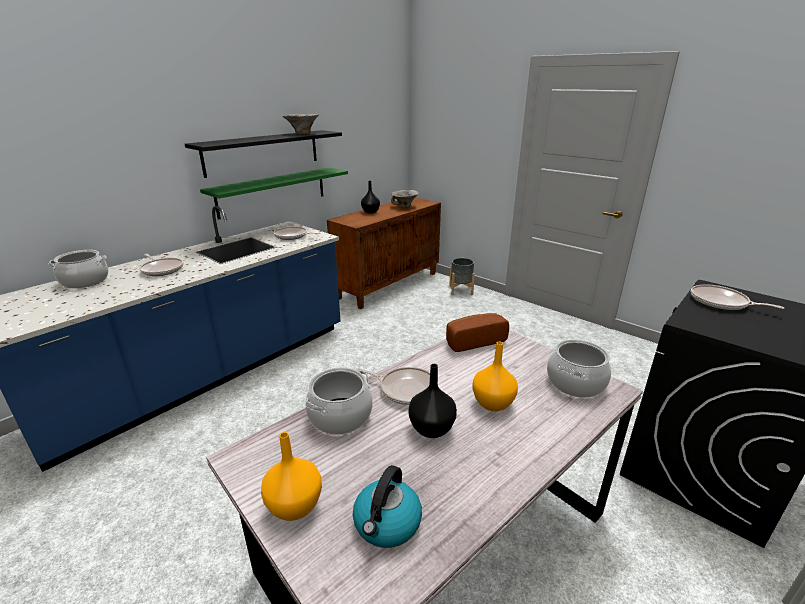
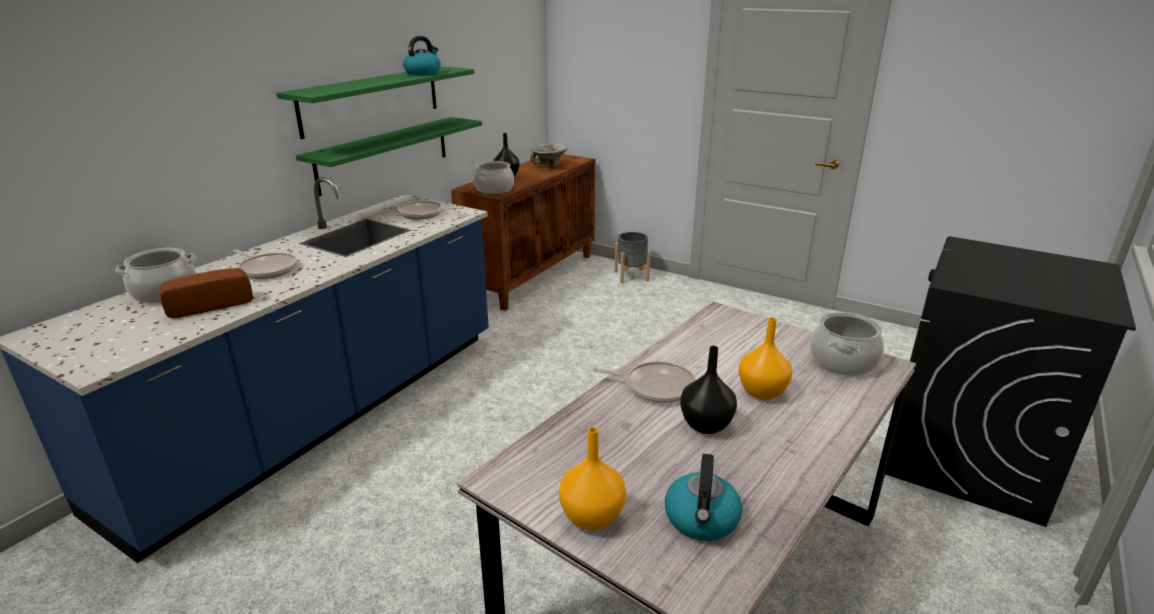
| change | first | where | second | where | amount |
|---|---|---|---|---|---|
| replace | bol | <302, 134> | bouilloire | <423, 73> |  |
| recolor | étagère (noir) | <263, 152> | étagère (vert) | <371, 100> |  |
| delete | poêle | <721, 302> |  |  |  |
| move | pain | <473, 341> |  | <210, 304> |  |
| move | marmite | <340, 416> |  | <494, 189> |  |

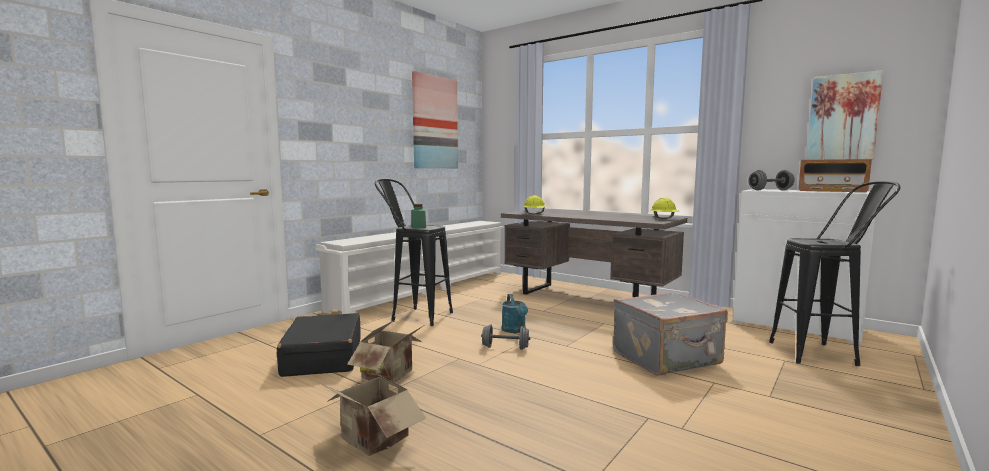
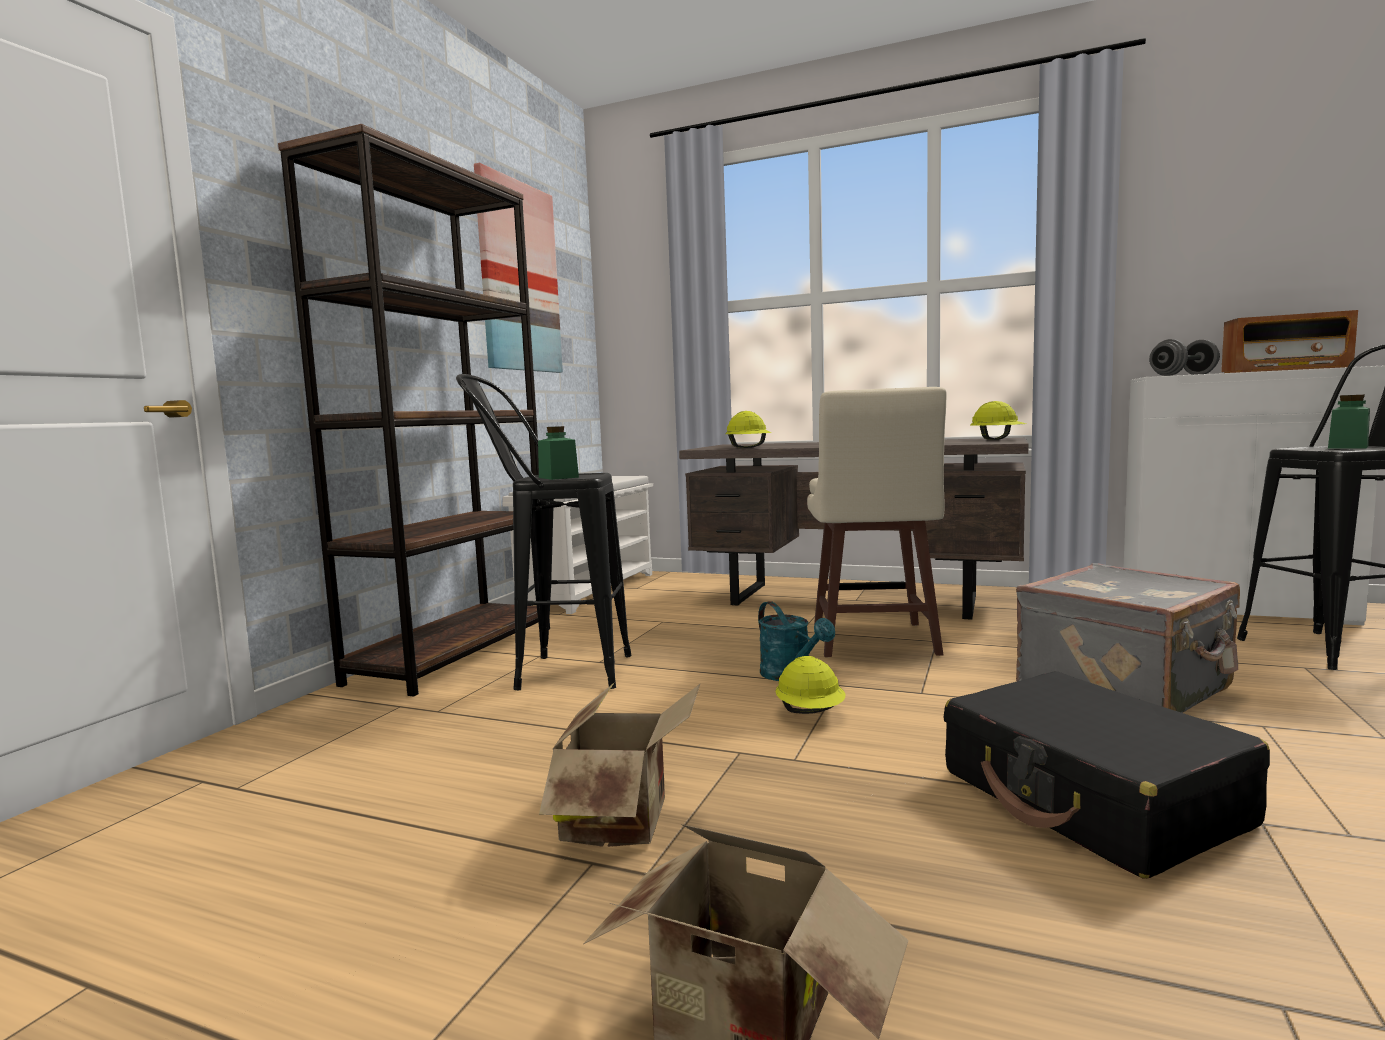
| change | first | where | second | where | amount |
|---|---|---|---|---|---|
| delete | tableau | <843, 117> |  |  |  |
| replace | étagère à chaussures (blanc) | <380, 303> | bibliothèque (marron) | <455, 654> |  |
| move | valise (noir) | <323, 357> |  | <1092, 799> |  |
| replace | haltère (gris) | <505, 347> | casque de chantier (jaune) | <810, 714> |  |
| insert |  |  | tabouret (beige) | <873, 641> |  |
| insert |  |  | bocal (vert) | <1348, 447> |  |

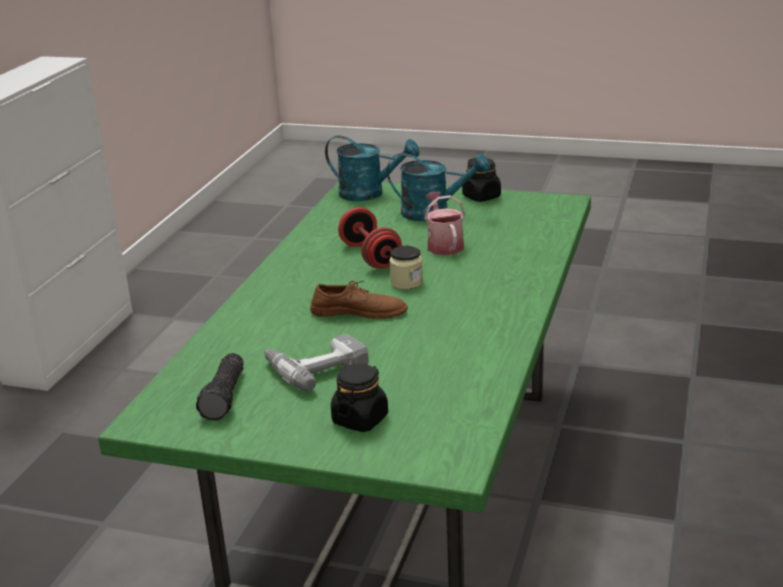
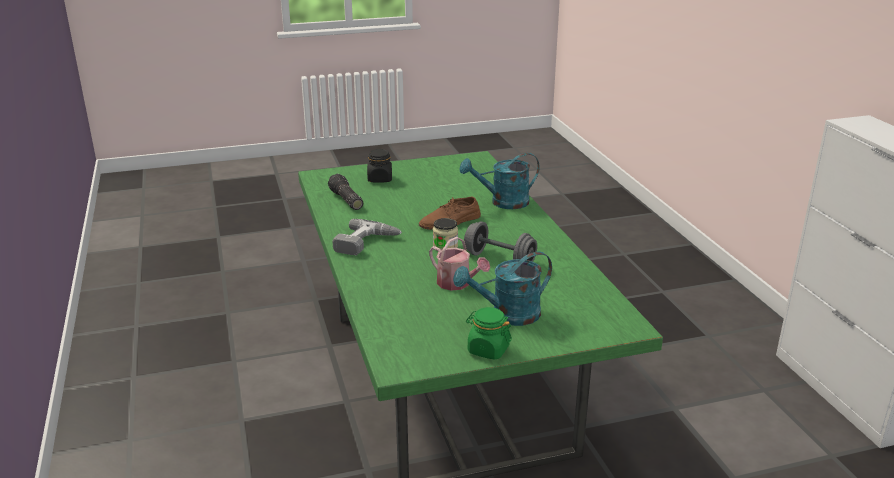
| change | first | where | second | where | amount |
|---|---|---|---|---|---|
| move | arrosoir (turquoise) | <369, 194> |  | <503, 202> |  |
| recolor | bocal (noir) | <481, 197> | bocal (vert) | <488, 350> |  |
| recolor | haltère (rouge) | <370, 256> | haltère (gris) | <499, 259> |  |
| move | perceuse | <315, 367> |  | <367, 243> |  |
| move | lampe de poche | <226, 397> |  | <345, 200> |  |

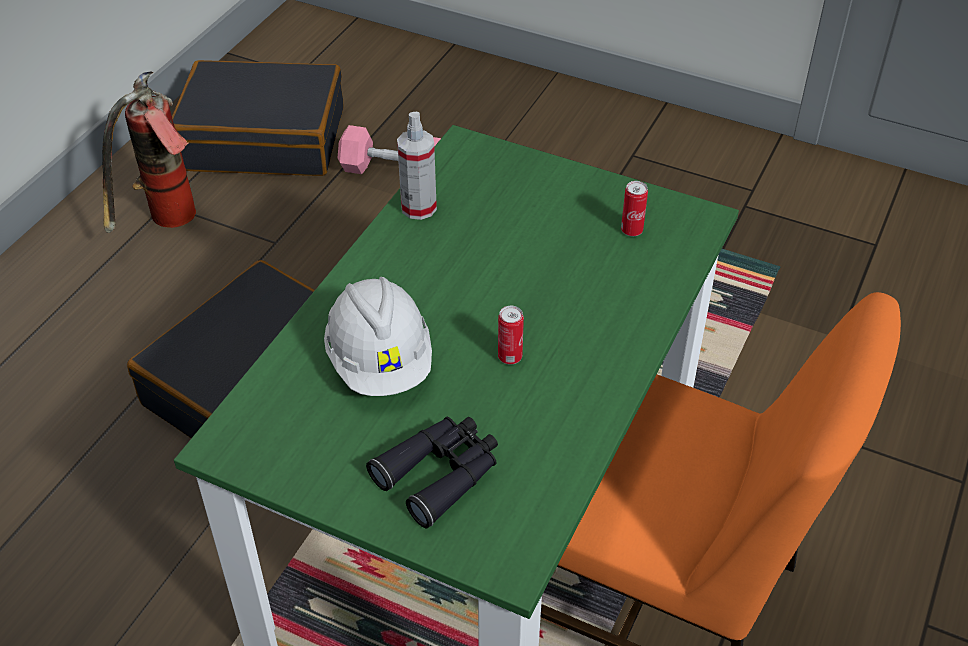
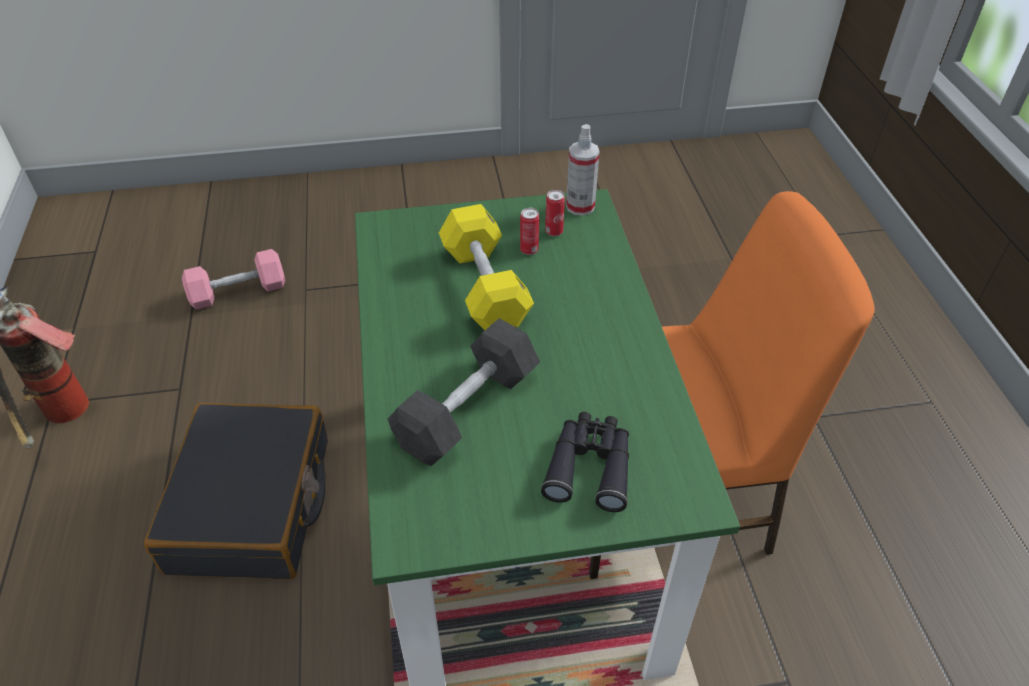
| change | first | where | second | where | amount |
|---|---|---|---|---|---|
| delete | valise (noir) | <263, 138> |  |  |  |
| move | vaporisateur | <418, 208> |  | <580, 206> |  |
| replace | casque de chantier (blanc) | <380, 361> | haltère (noir) | <467, 409> |  |
| move | boîte métallique | <510, 357> |  | <529, 250> |  |
| insert |  |  | haltère (jaune) | <484, 286> |  |

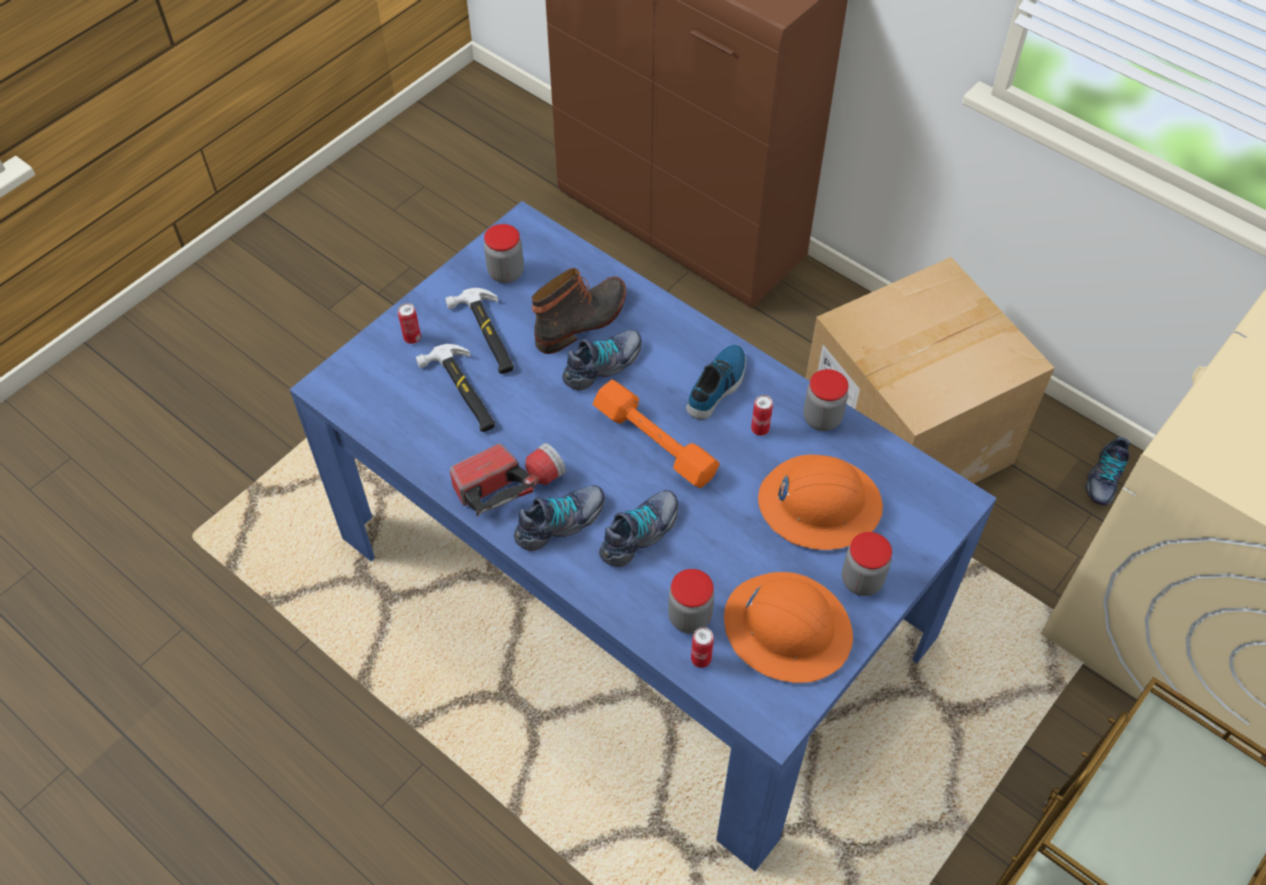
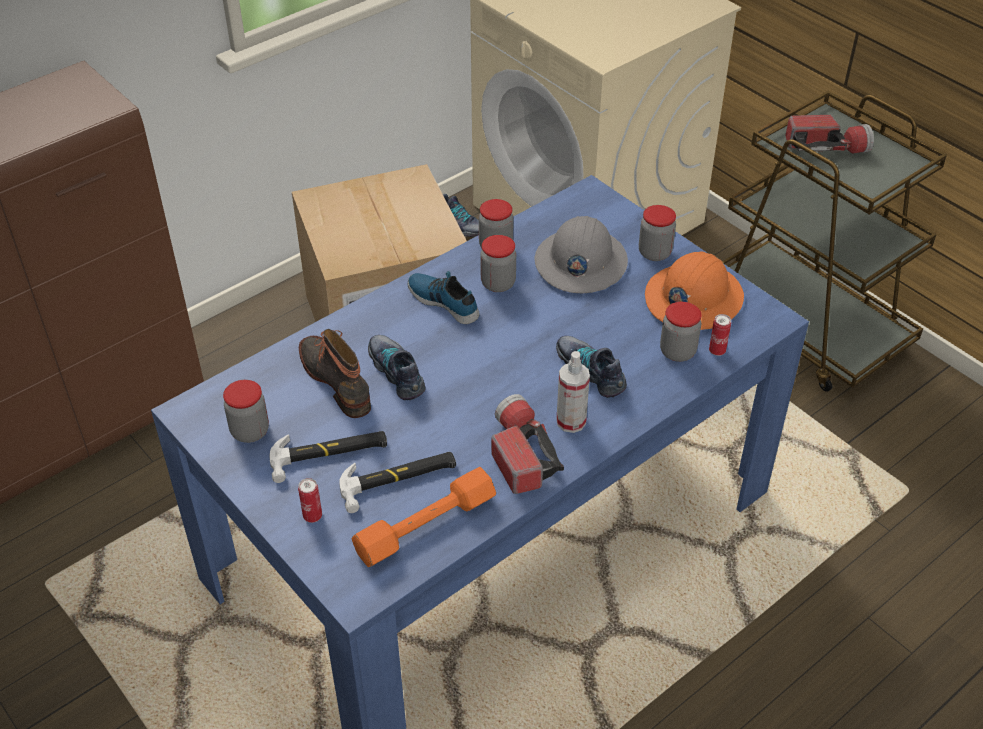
| change | first | where | second | where | amount |
|---|---|---|---|---|---|
| move | haltère (orange) | <655, 441> |  | <425, 525> |  |
| replace | boîte métallique | <760, 429> | bocal | <498, 283> |  |
| recolor | casque de chantier (orange) | <819, 503> | casque de chantier (gris) | <580, 263> |  |
| replace | chaussure | <561, 523> | vaporisateur | <571, 421> |  |
| insert |  |  | lampe de poche | <826, 147> |  |

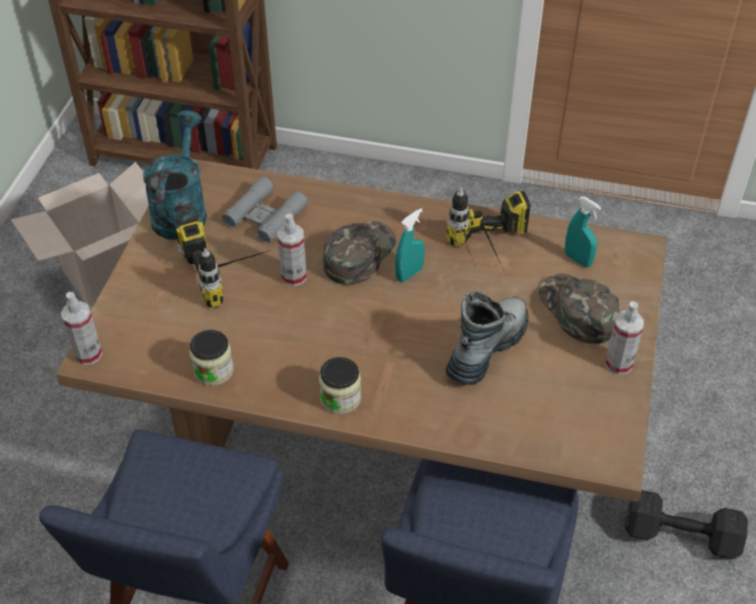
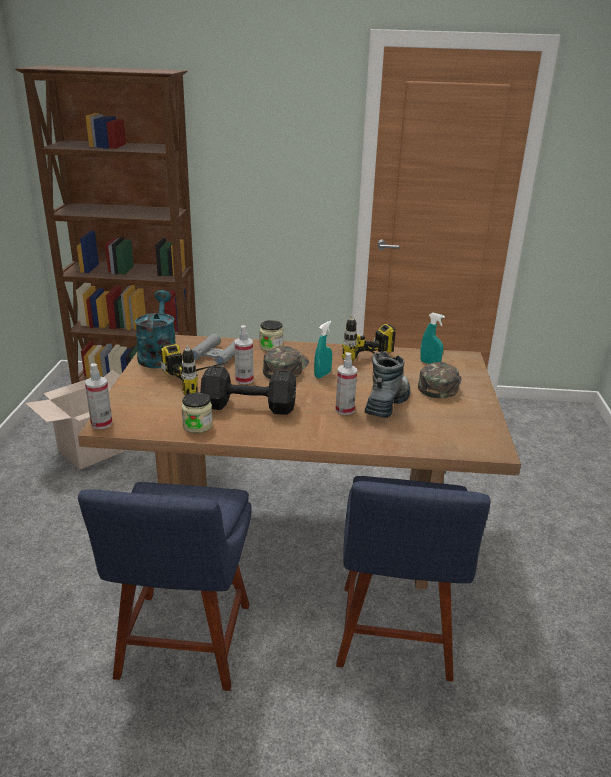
| change | first | where | second | where | amount |
|---|---|---|---|---|---|
| rotate | casquette (vert) | <577, 310> |  | <439, 384> | 60 degrees clockwise |
| move | vaporisateur | <618, 363> |  | <344, 410> |  |
| move | bocal | <340, 398> |  | <271, 347> |  |
| move | haltère (noir) | <678, 534> |  | <247, 406> |  |

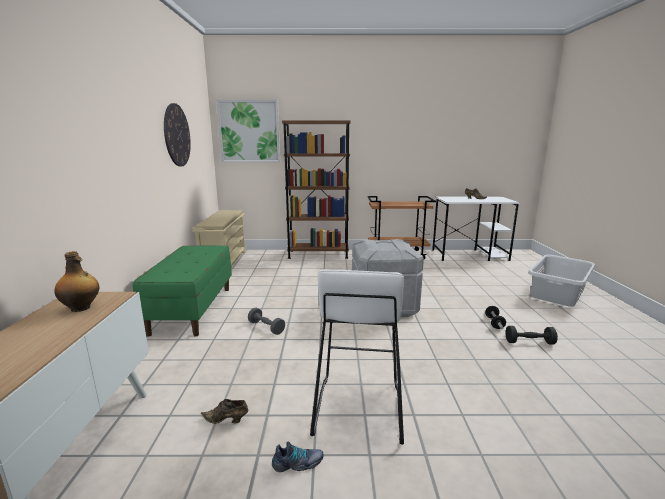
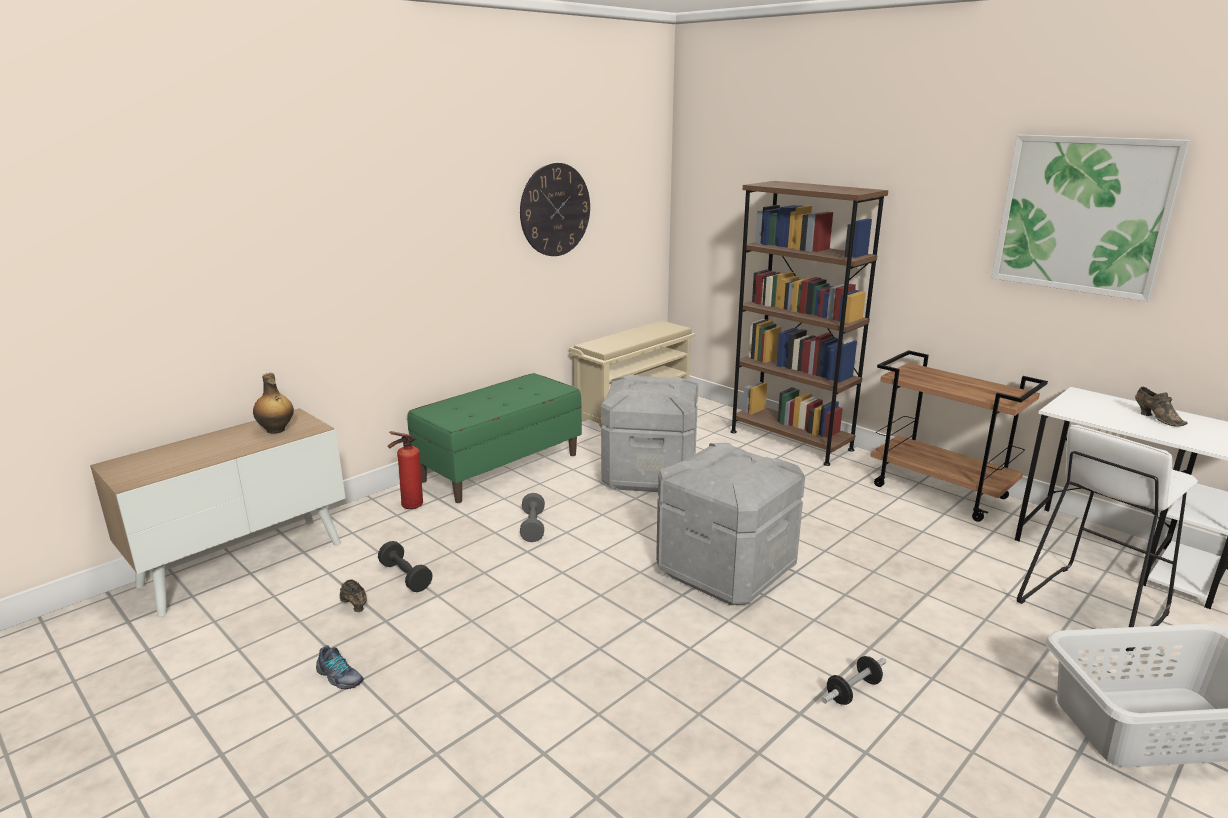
| change | first | where | second | where | amount |
|---|---|---|---|---|---|
| move | tableau | <249, 131> |  | <1082, 215> |  |
| move | tabouret (blanc) | <357, 409> |  | <1091, 608> |  |
| move | haltère (noir) | <529, 342> |  | <405, 577> |  |
| insert |  |  | boîte de rangement (gris) | <650, 474> |  |
| insert |  |  | extincteur | <409, 506> |  |

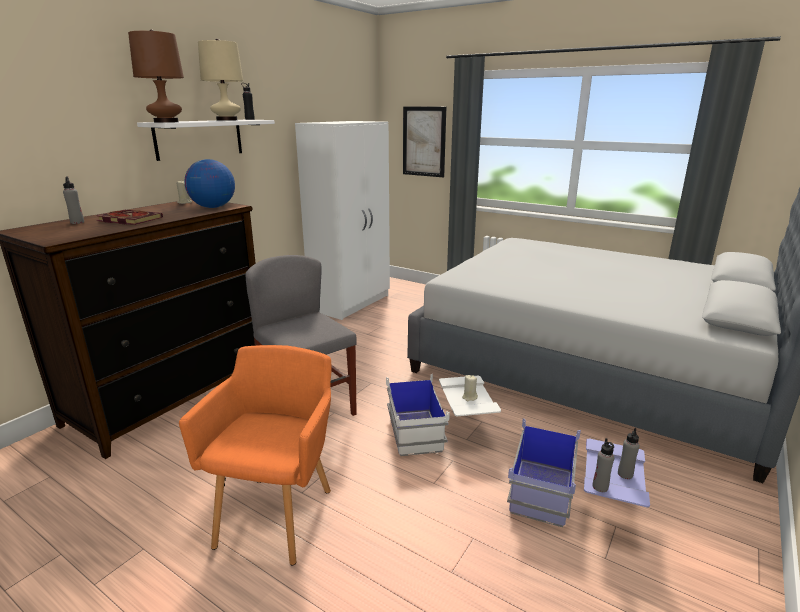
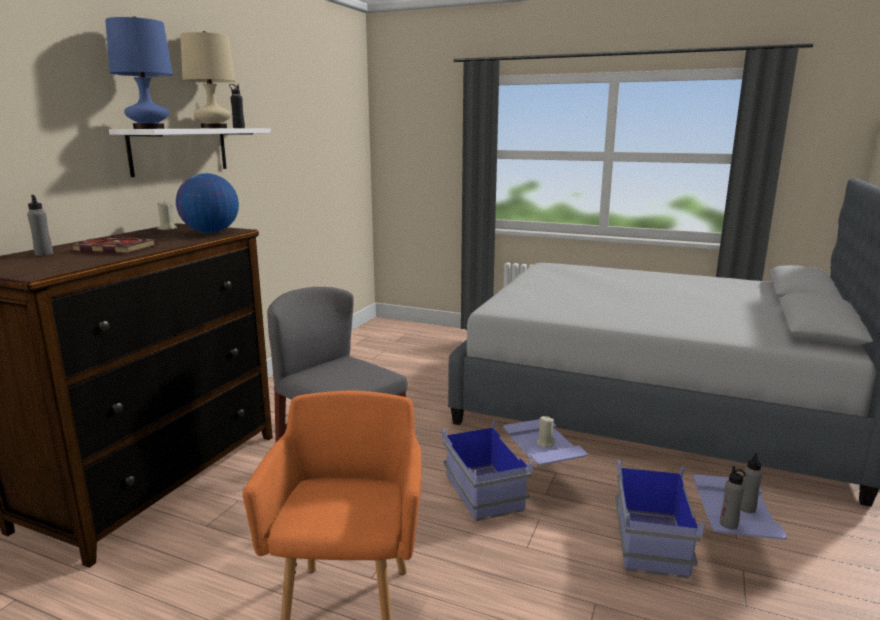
| change | first | where | second | where | amount |
|---|---|---|---|---|---|
| recolor | lampe de table (marron) | <166, 122> | lampe de table (bleu) | <149, 128> |  |
| delete | tableau | <424, 141> |  |  |  |
| delete | armoire (blanc) | <351, 303> |  |  |  |
| recolor | boîte de rangement (blanc) | <440, 431> | boîte de rangement (bleu) | <512, 488> |  |

